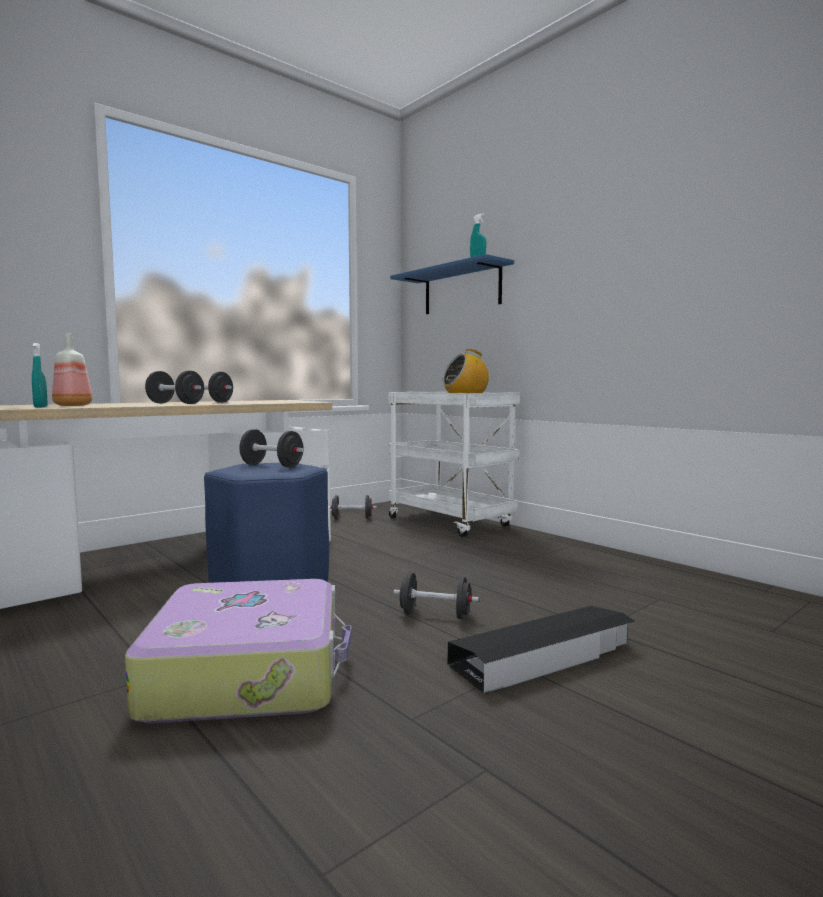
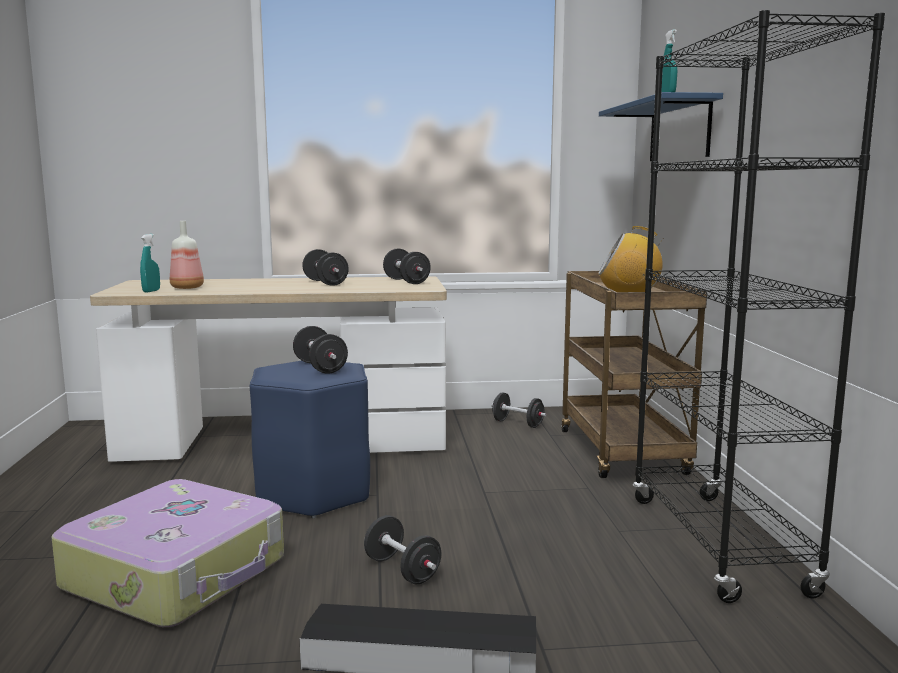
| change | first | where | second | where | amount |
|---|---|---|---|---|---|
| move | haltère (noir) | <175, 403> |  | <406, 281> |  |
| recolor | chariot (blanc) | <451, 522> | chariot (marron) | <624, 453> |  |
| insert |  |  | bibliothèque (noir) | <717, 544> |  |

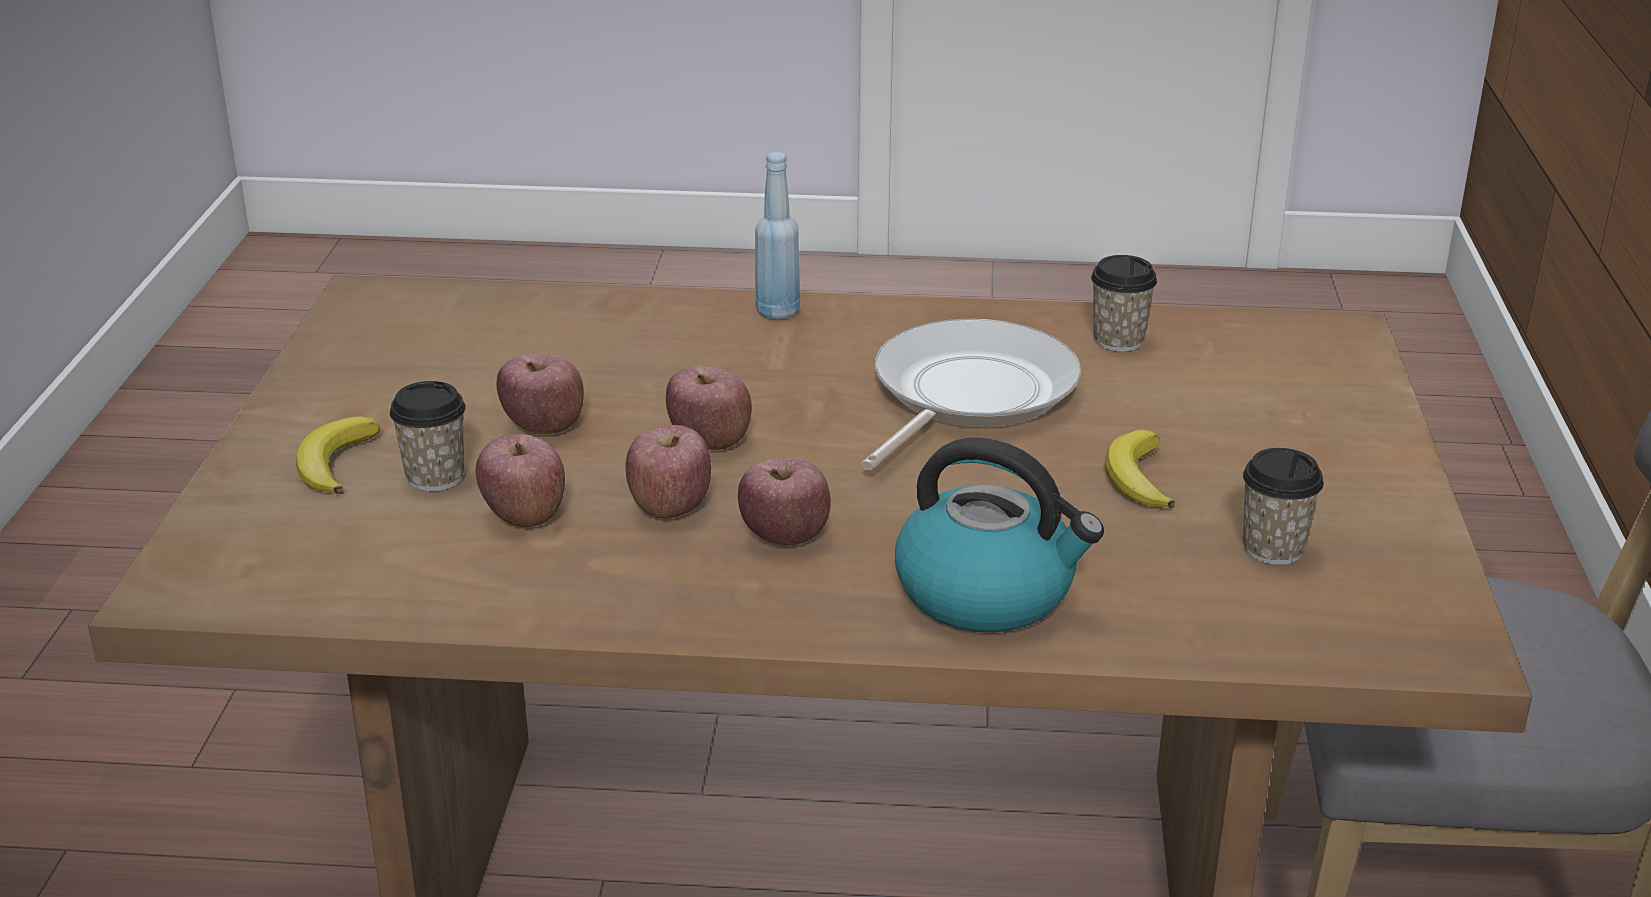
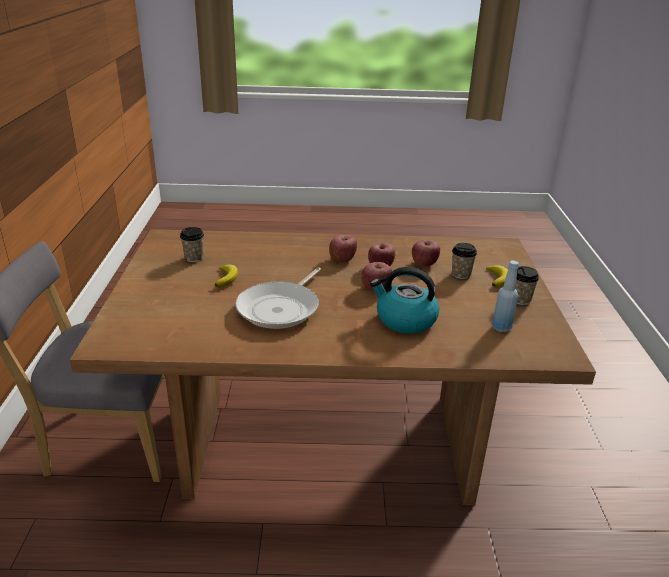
| change | first | where | second | where | amount |
|---|---|---|---|---|---|
| move | bouteille (bleu) | <778, 312> |  | <501, 327> |  |
| move | tasse | <1118, 340> |  | <520, 300> |  |
| delete | pomme | <543, 426> |  |  |  |
| move | bouilloire | <988, 593> |  | <405, 320> |  |

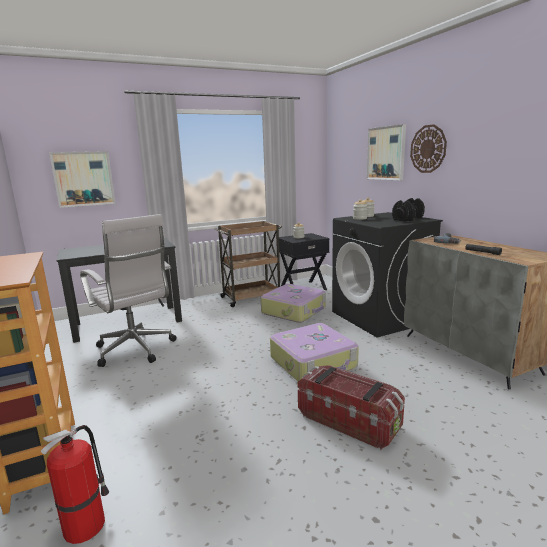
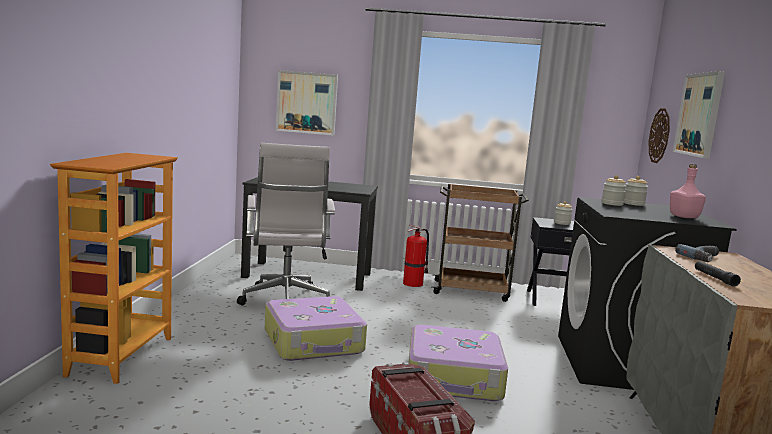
| change | first | where | second | where | amount |
|---|---|---|---|---|---|
| move | horloge murale | <428, 149> |  | <660, 135> |  |
| replace | haltère (noir) | <407, 218> | bouteille (rose) | <683, 217> |  |
| move | valise | <294, 310> |  | <314, 342> |  |
| move | extincteur | <86, 524> |  | <414, 283> |  |

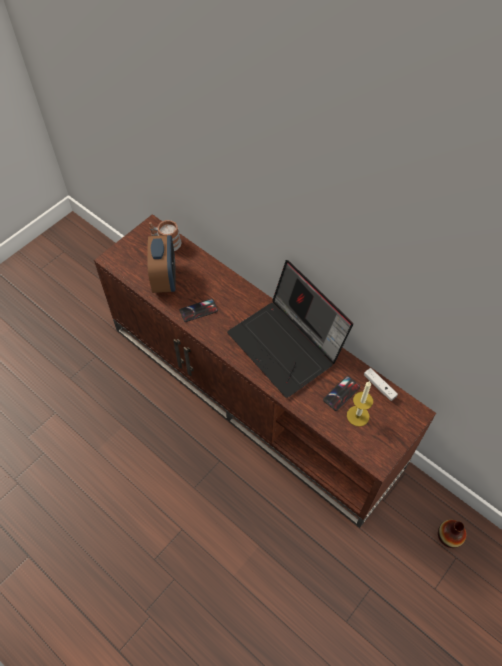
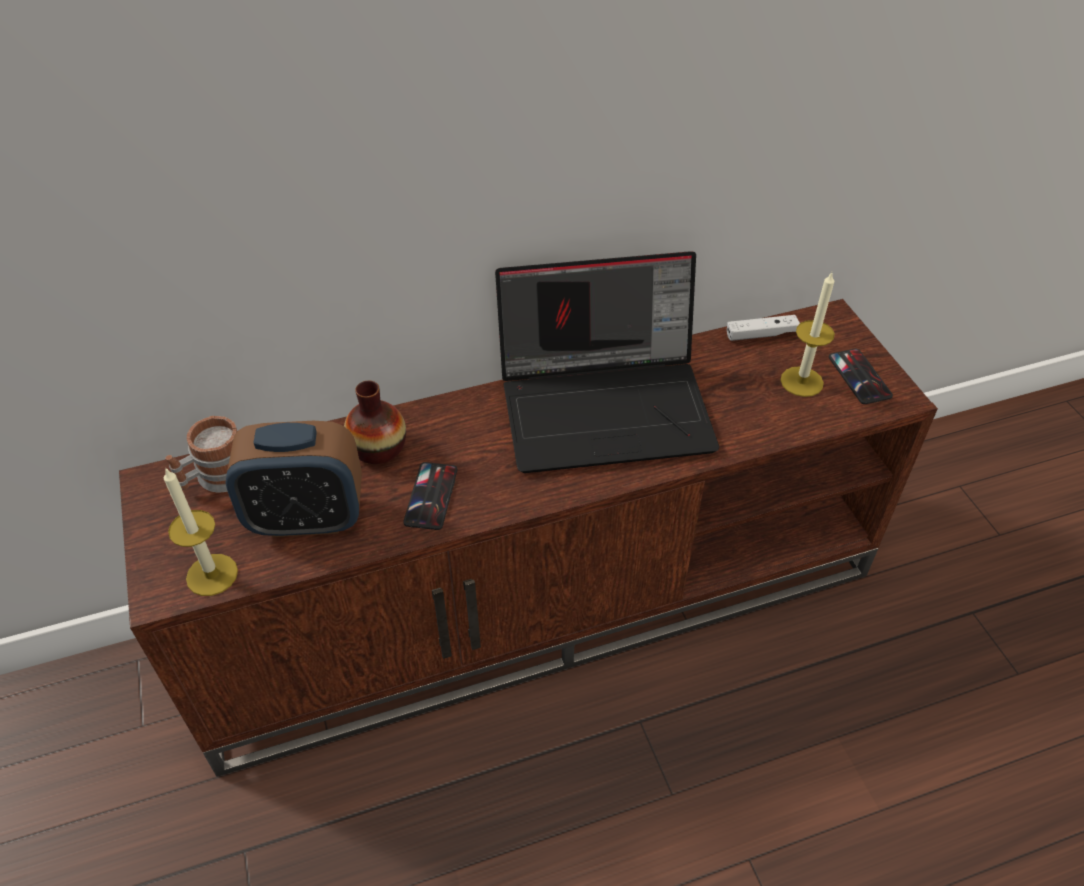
| change | first | where | second | where | amount |
|---|---|---|---|---|---|
| rotate | réveil | <164, 279> |  | <307, 518> | 150 degrees clockwise |
| move | téléphone | <341, 393> |  | <859, 377> |  |
| move | vase | <449, 536> |  | <378, 448> |  |
| insert |  |  | bougie | <212, 574> |  |

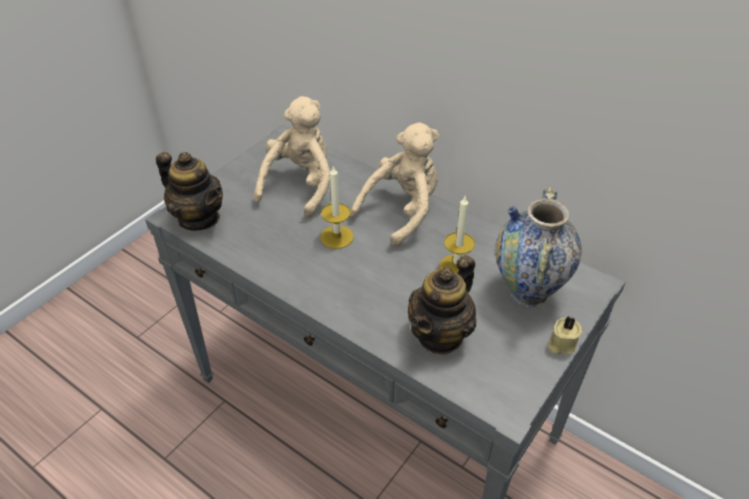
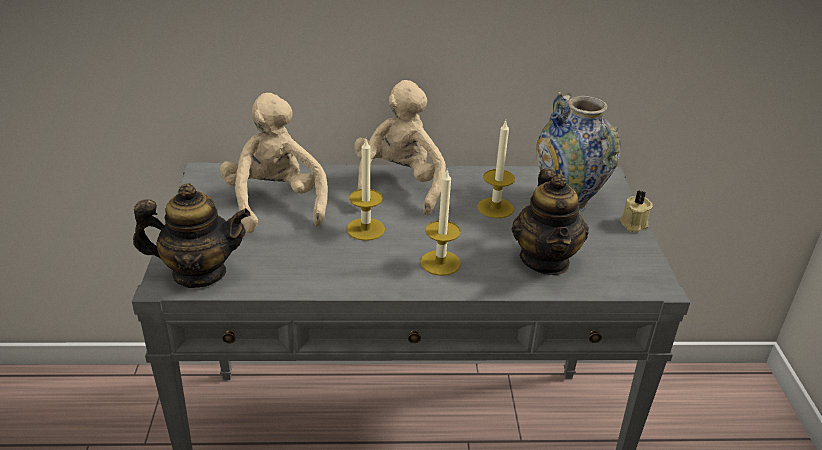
| change | first | where | second | where | amount |
|---|---|---|---|---|---|
| insert |  |  | bougie | <440, 263> |  |

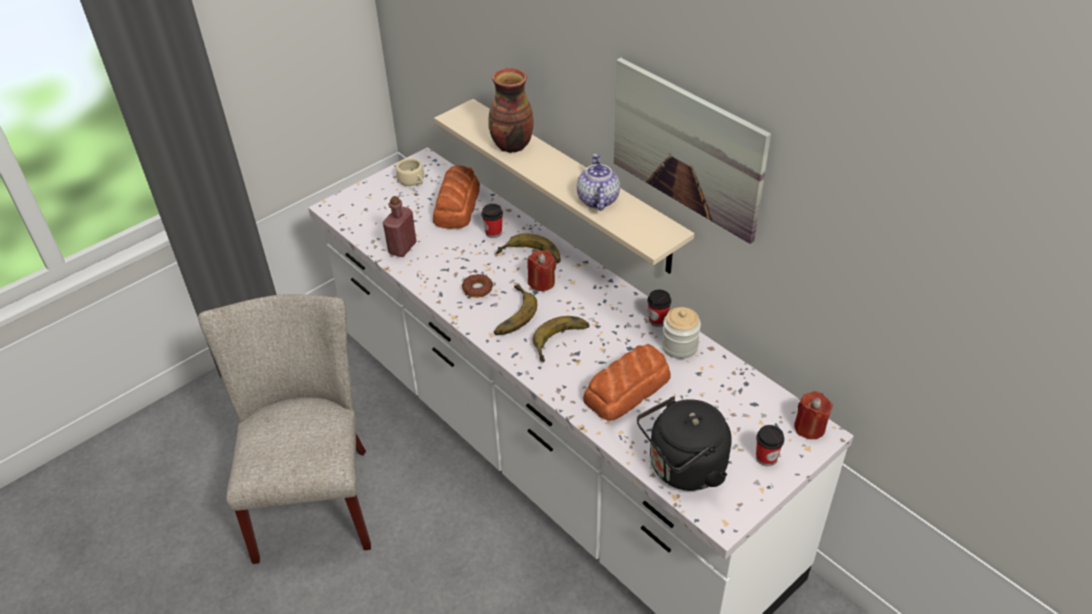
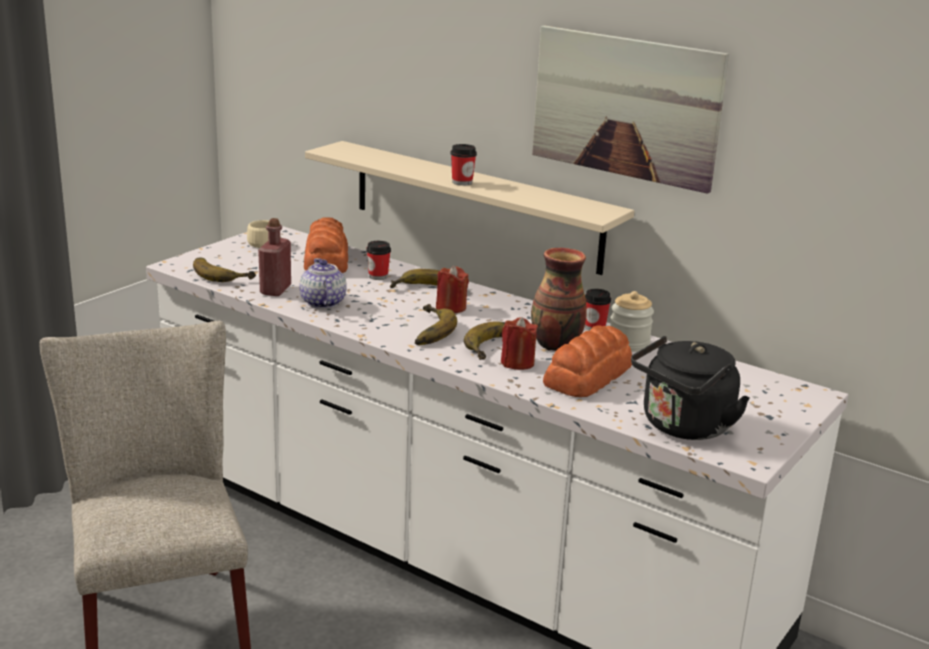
| change | first | where | second | where | amount |
|---|---|---|---|---|---|
| move | vase | <511, 145> |  | <555, 345> |  |
| move | théière | <597, 199> |  | <322, 302> |  |
| delete | beignet | <477, 289> |  |  |  |
| move | bougie (rouge) | <809, 427> |  | <517, 363> |  |
| move | tasse | <766, 458> |  | <462, 182> |  |
| insert |  |  | banane | <222, 273> |  |

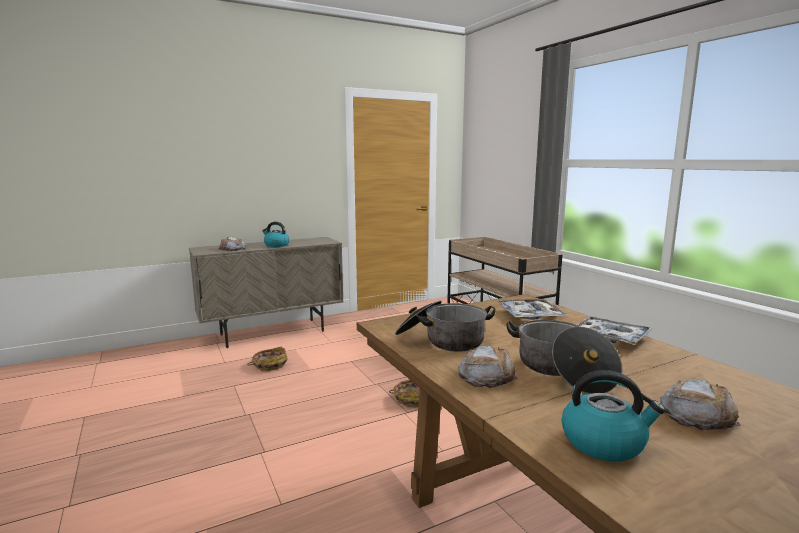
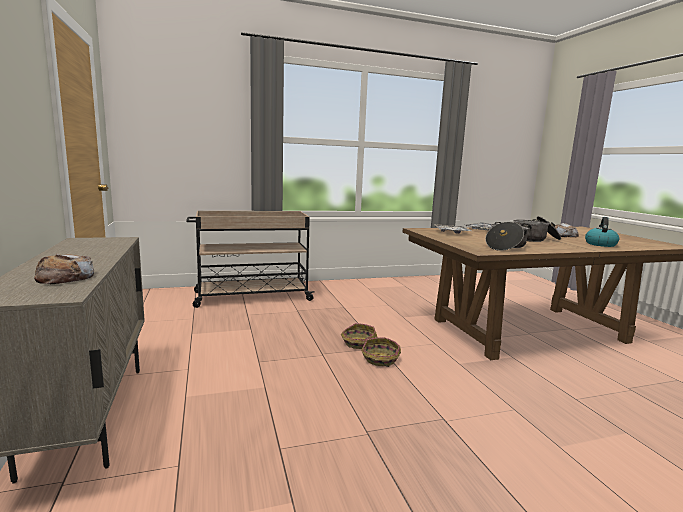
| change | first | where | second | where | amount |
|---|---|---|---|---|---|
| delete | bouilloire | <276, 245> |  |  |  |
| delete | pain | <486, 375> |  |  |  |
| move | panier | <269, 365> |  | <380, 359> |  |

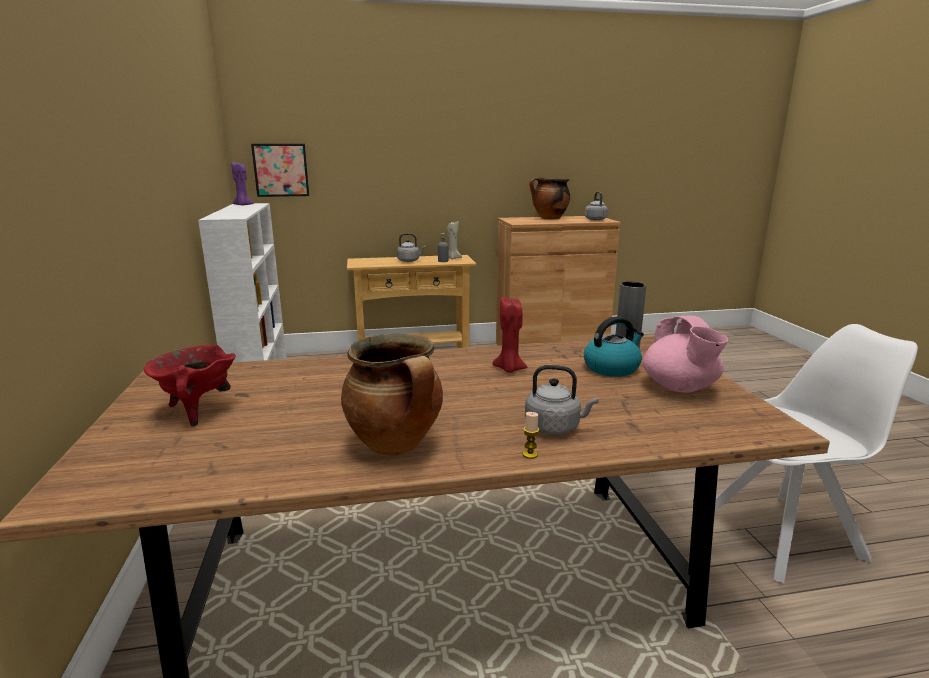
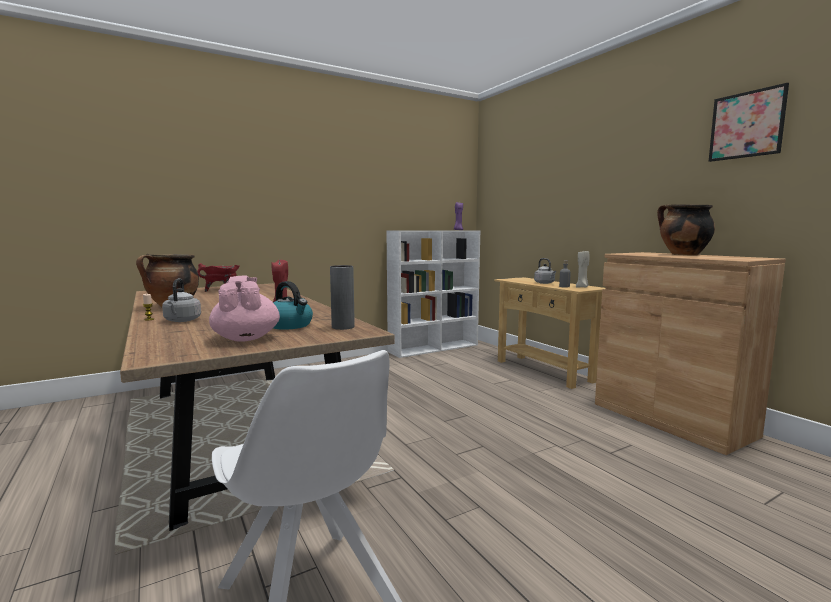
| change | first | where | second | where | amount |
|---|---|---|---|---|---|
| move | tableau | <281, 170> |  | <746, 125> |  |
| delete | bouilloire (gris) | <595, 219> |  |  |  |
| rotate | théière (rose) | <680, 388> |  | <246, 338> | 105 degrees clockwise |

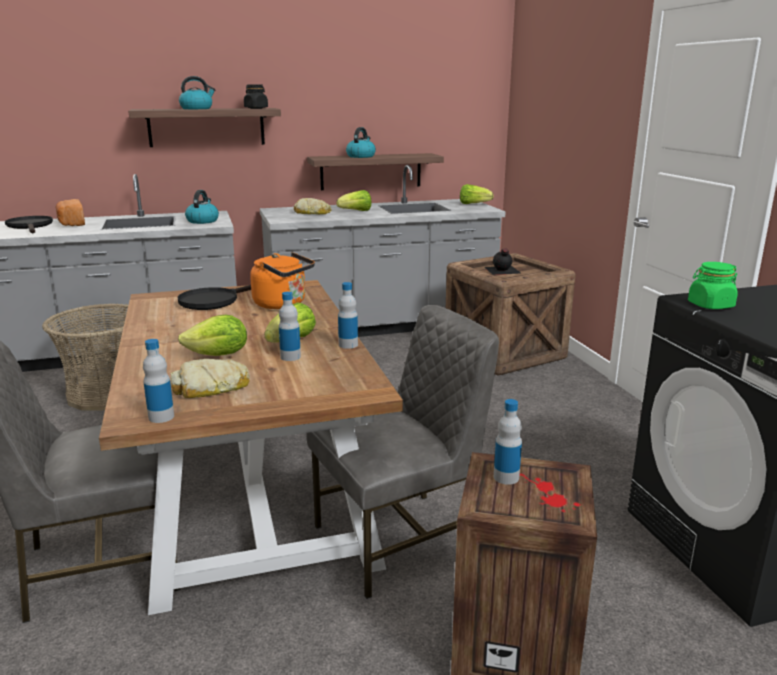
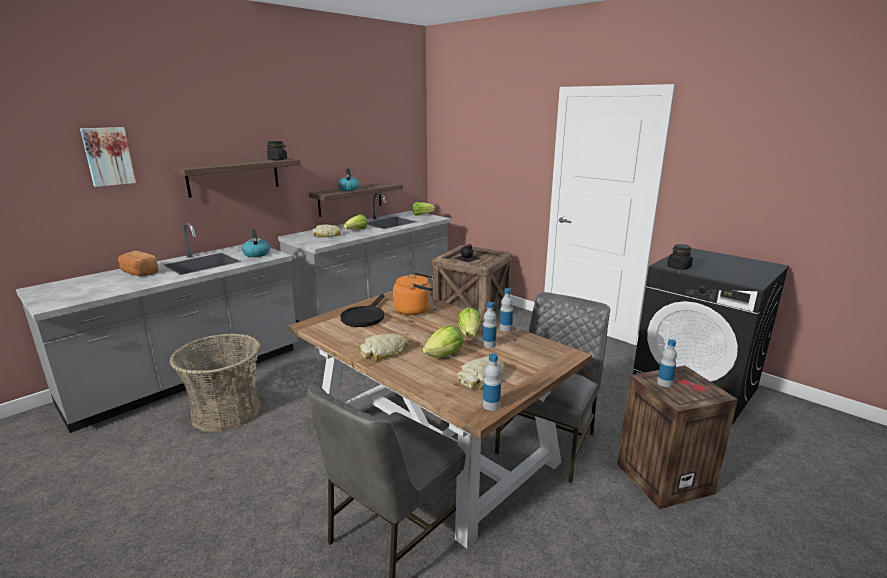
| change | first | where | second | where | amount |
|---|---|---|---|---|---|
| delete | bouilloire | <197, 108> |  |  |  |
| delete | poêle (noir) | <30, 226> |  |  |  |
| recolor | bocal (vert) | <710, 305> | bocal (noir) | <679, 267> |  |
| insert |  |  | tableau | <108, 156> |  |
| insert |  |  | pain | <384, 352> |  |

